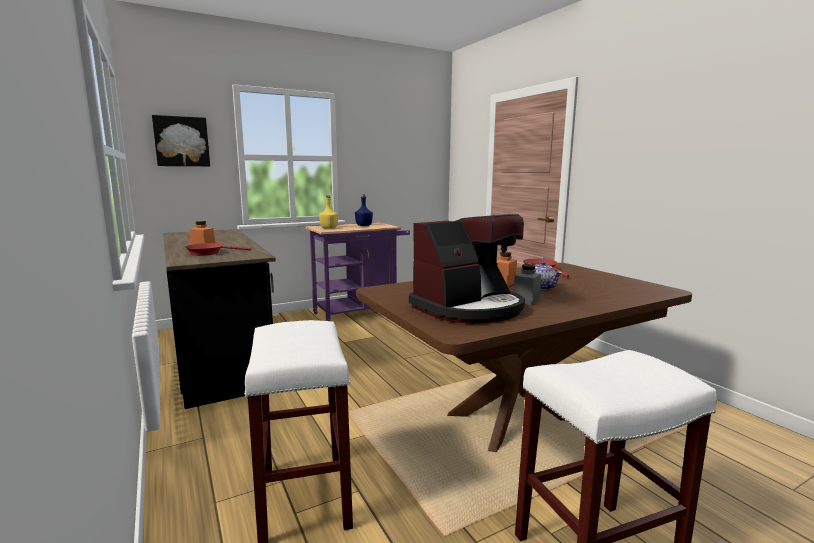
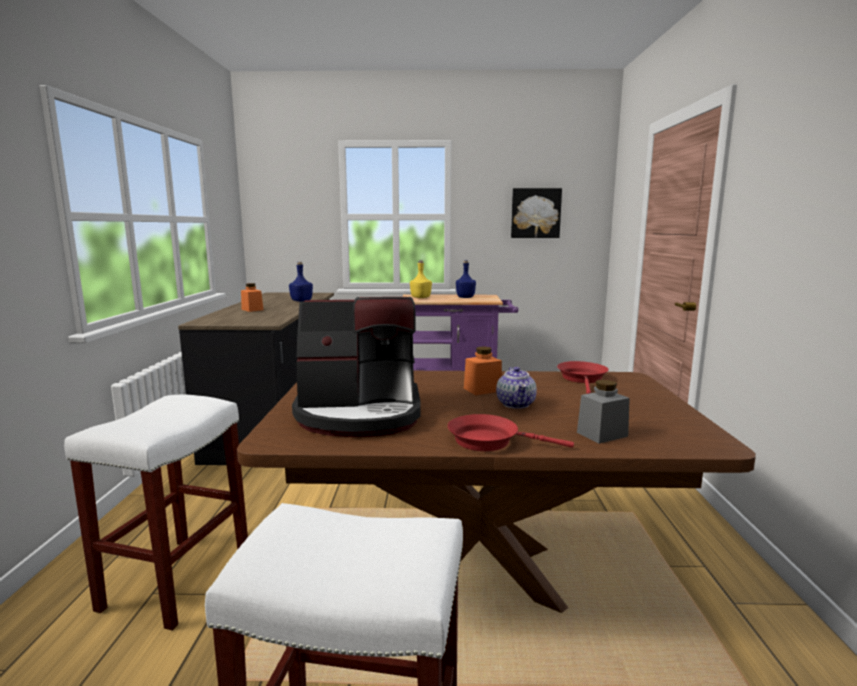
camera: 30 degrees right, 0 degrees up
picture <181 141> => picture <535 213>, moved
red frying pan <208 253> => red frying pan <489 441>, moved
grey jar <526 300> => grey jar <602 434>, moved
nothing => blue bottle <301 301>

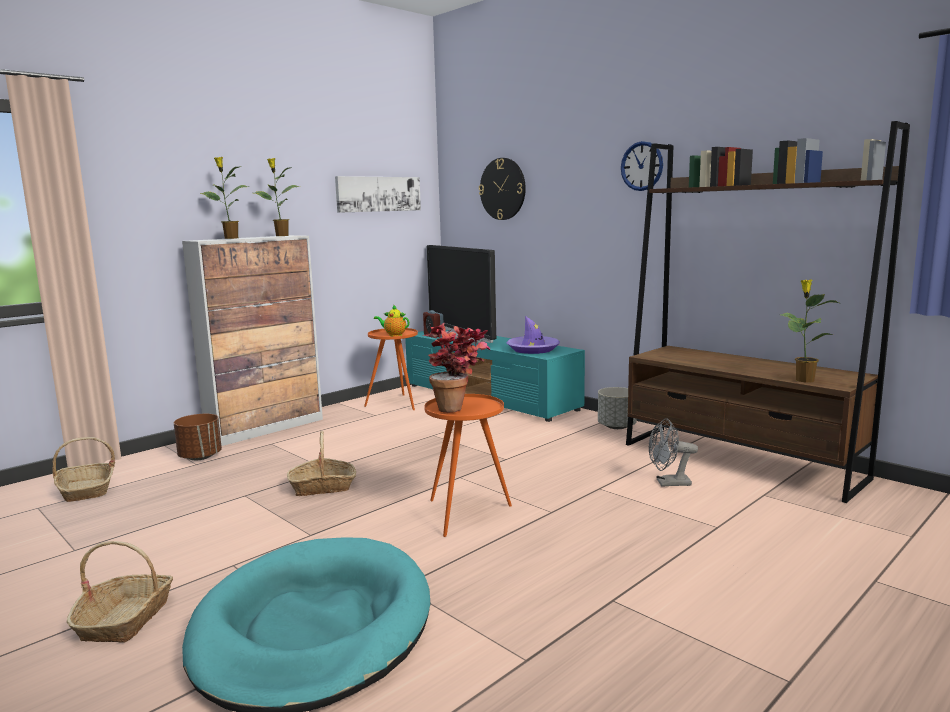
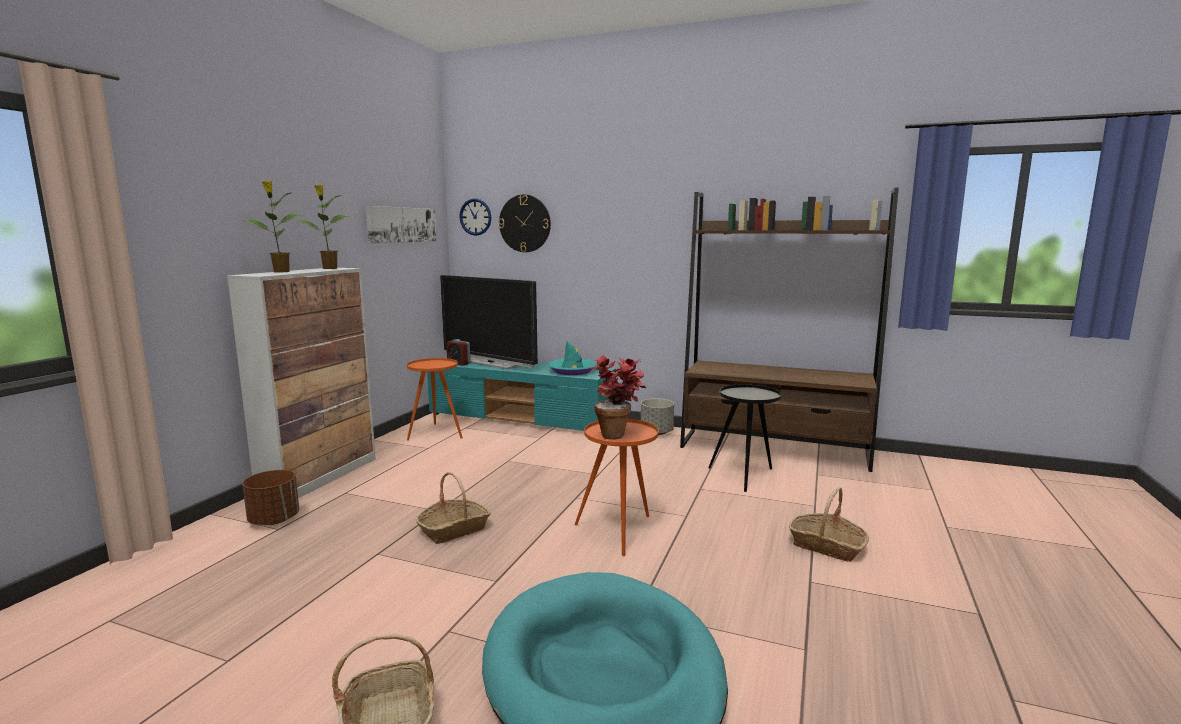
camera: 25 degrees left, 0 degrees up
wall clock <642 166> => wall clock <475 217>, moved
potted plant <803 380> => nothing
teapot <394 335> => nothing
purple hat <533 349> => turquoise hat <572 371>
grey fan <668 483> => black side table <745 476>
basket <86 490> => basket <827 546>, moved

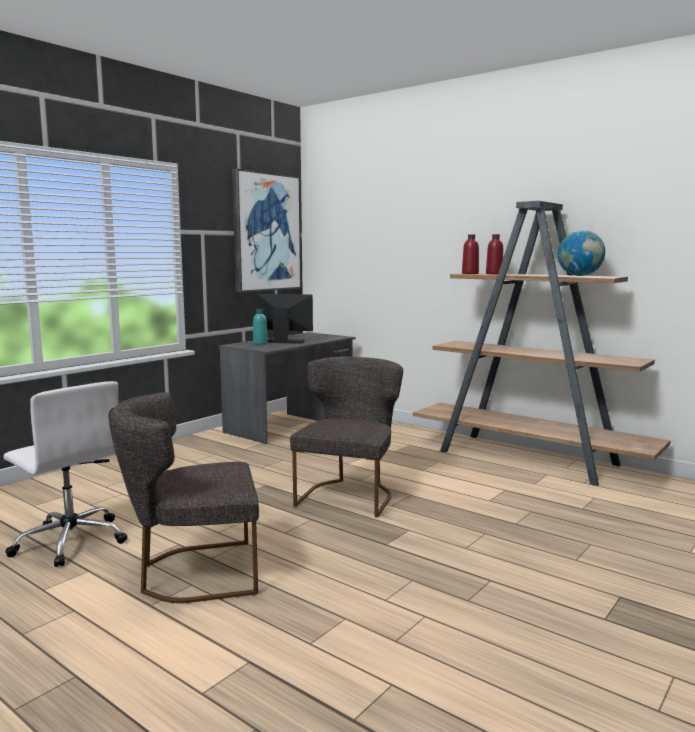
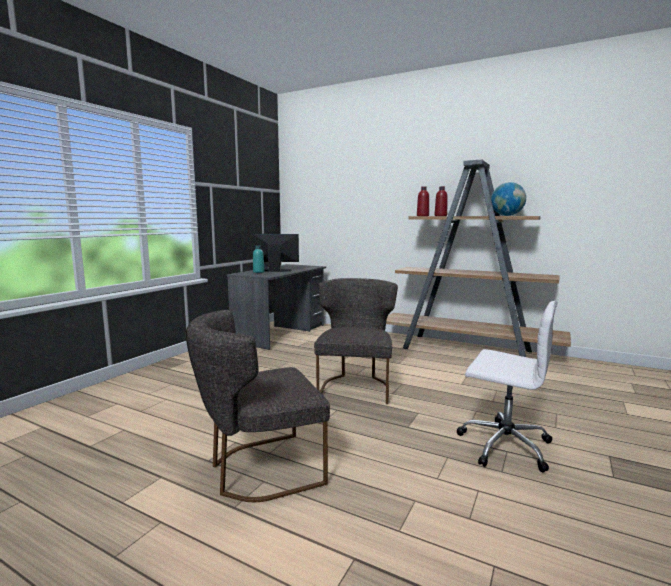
camera: 10 degrees left, 0 degrees up
picture <266 232> => nothing
white office chair <70 541> => white office chair <503 445>, moved

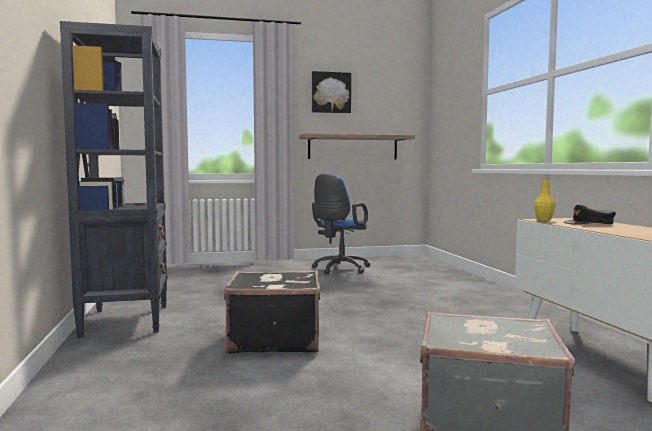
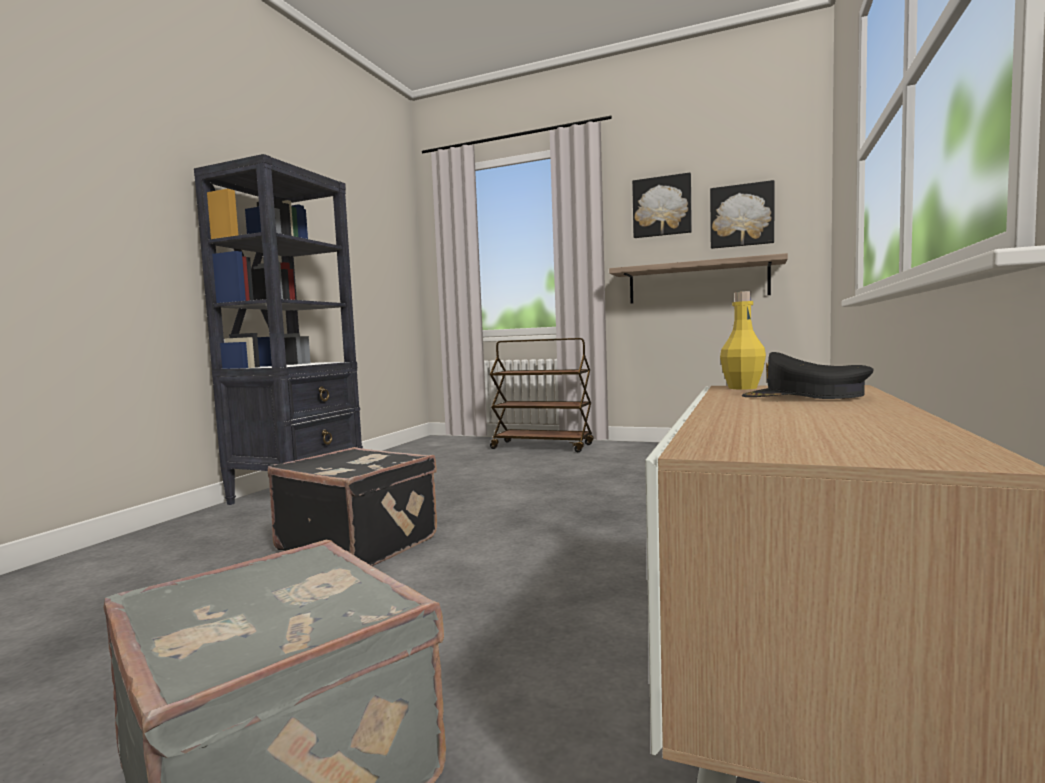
camera: 35 degrees right, 0 degrees up
blue office chair <339 269> => nothing
nothing => picture <741 216>
nothing => brown cart <543 446>

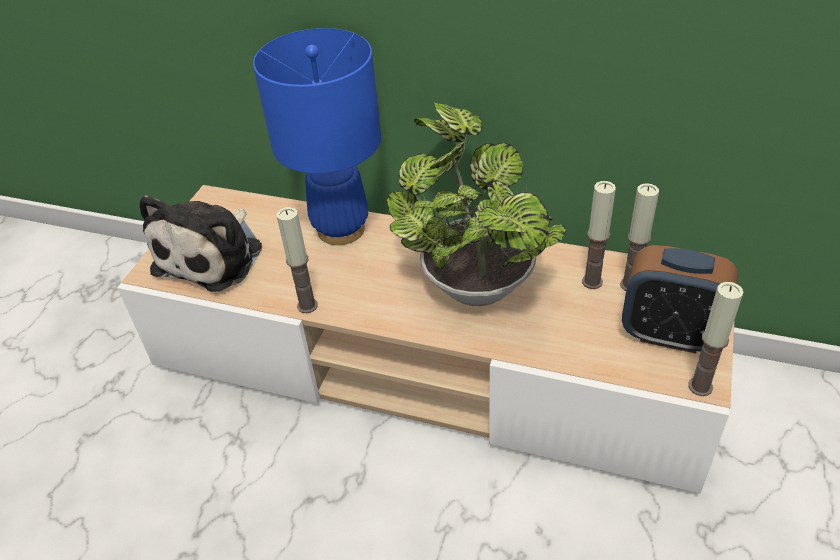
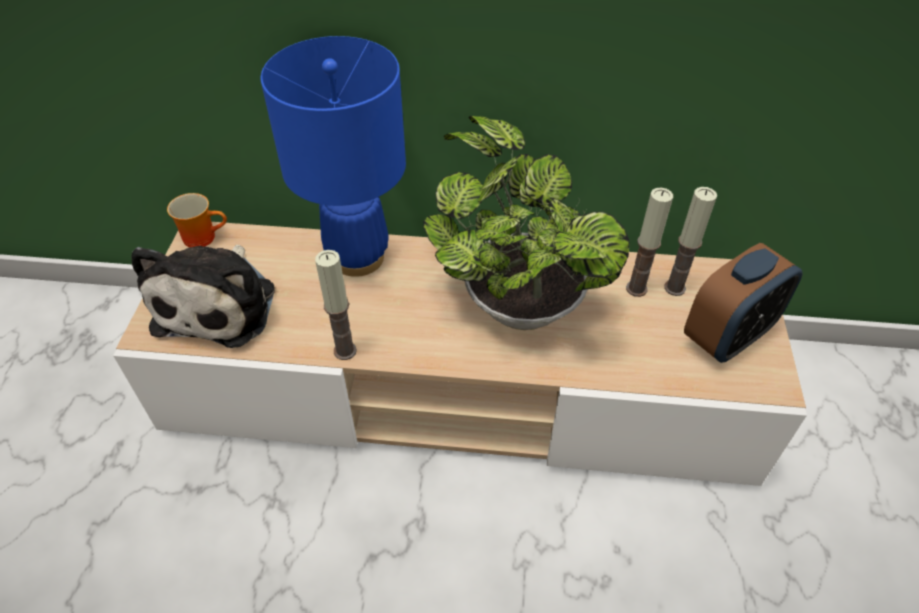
camera: 15 degrees left, 5 degrees up
alarm clock <669 334> => alarm clock <727 337>, 45 degrees counterclockwise
candle <700 386> => nothing
nothing => mug <204 236>

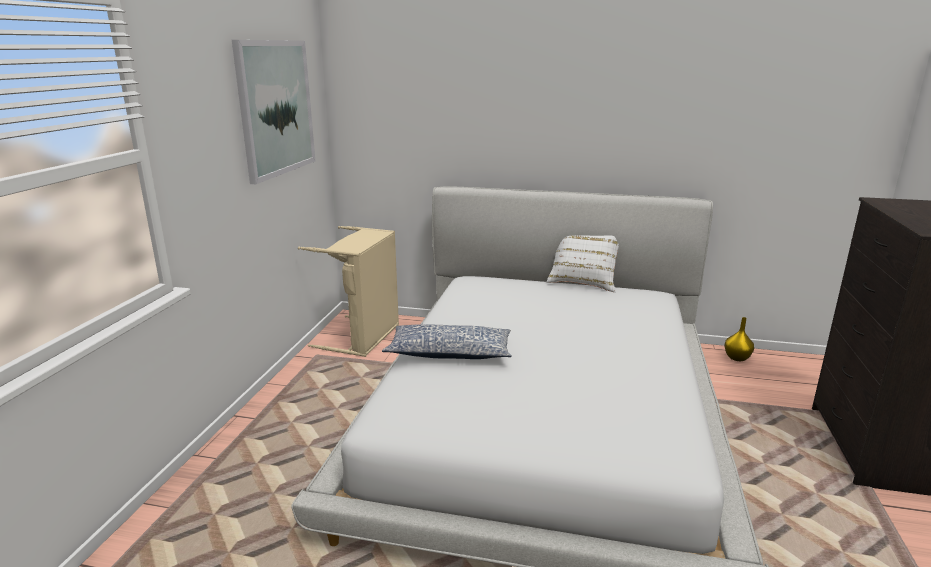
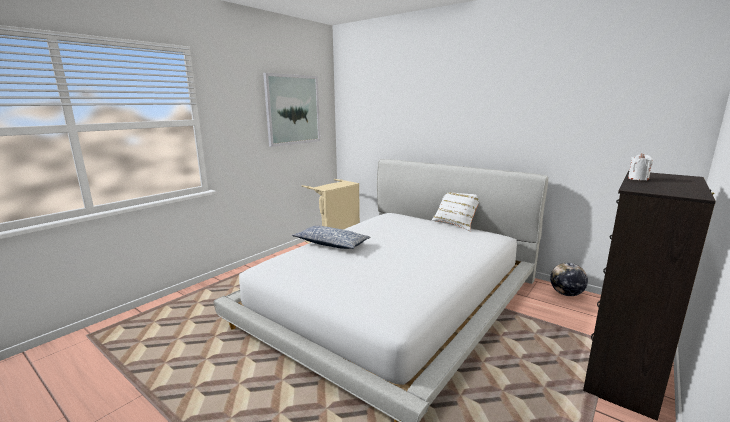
camera: 25 degrees right, 5 degrees down
yellow vase <736 358> => globe <566 294>
nothing => white candle <638 179>

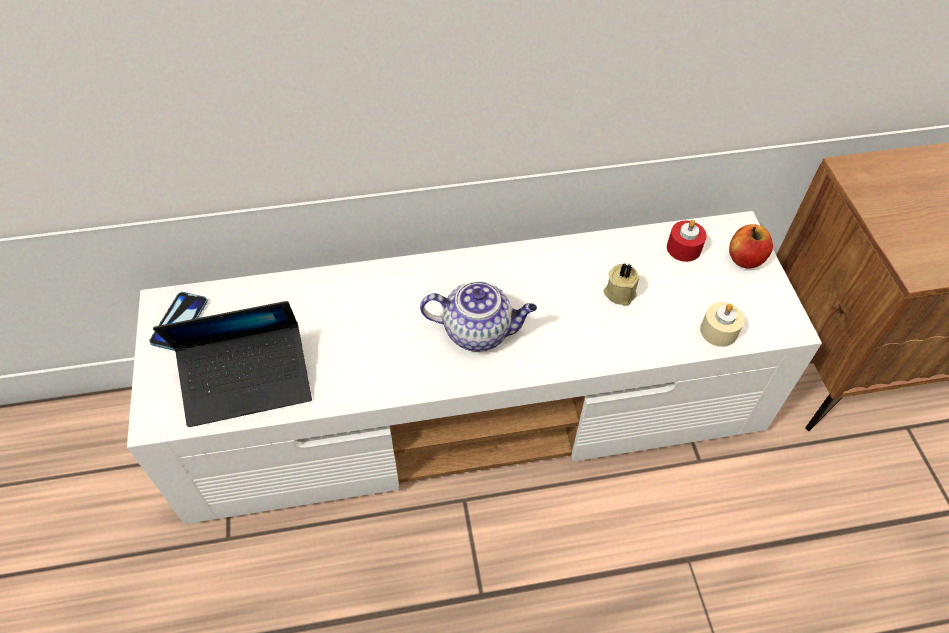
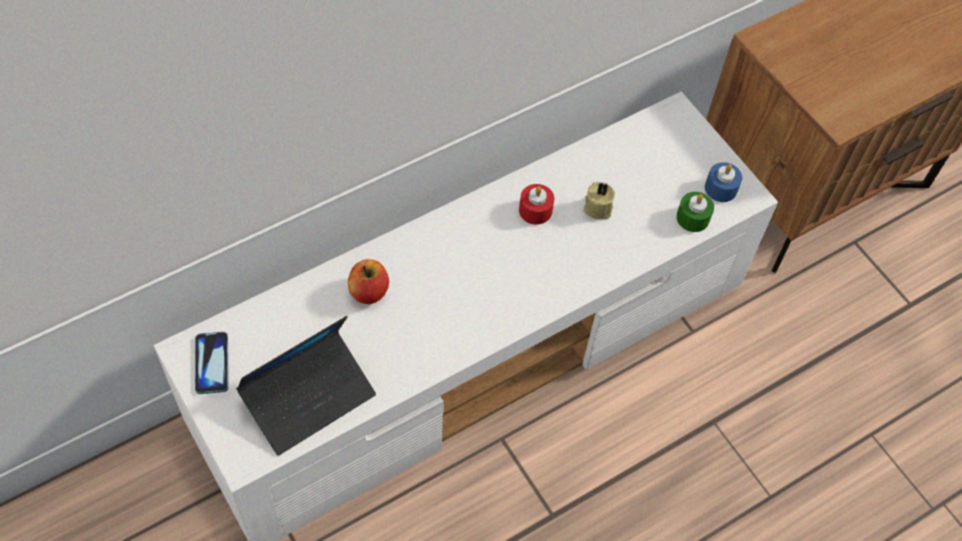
camera: 25 degrees left, 5 degrees up
red candle <683 248> => red candle <535 210>, moved
apple <745 259> => apple <369 291>, moved
teapot <479 331> => nothing
beige candle <718 331> => green candle <693 218>
nothing => blue candle <721 188>

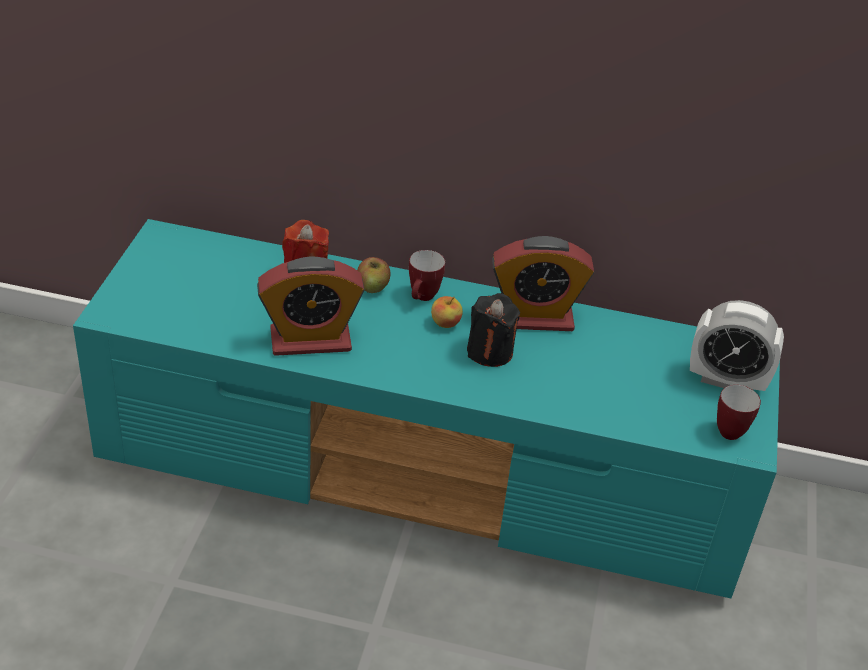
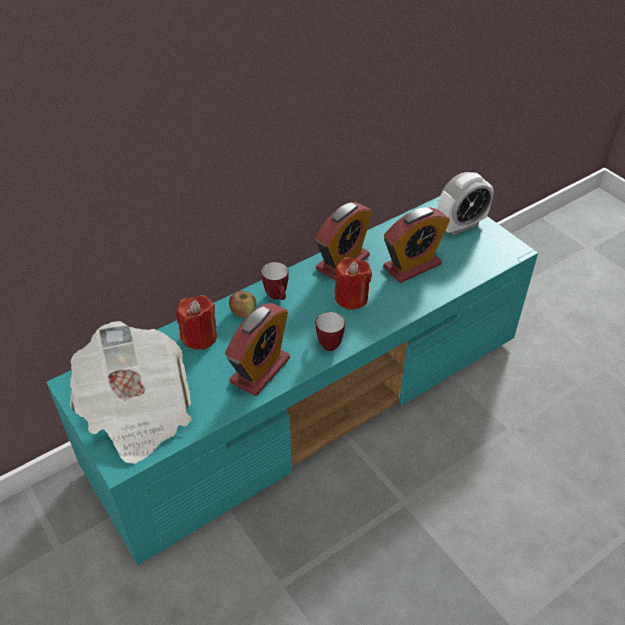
camera: 45 degrees left, 5 degrees up
black candle <490 351> => red candle <351 298>
apple <445 323> => nothing
mug <729 429> => mug <326 343>, moved
nothing => alarm clock <412 266>
nothing => newspaper <137 411>

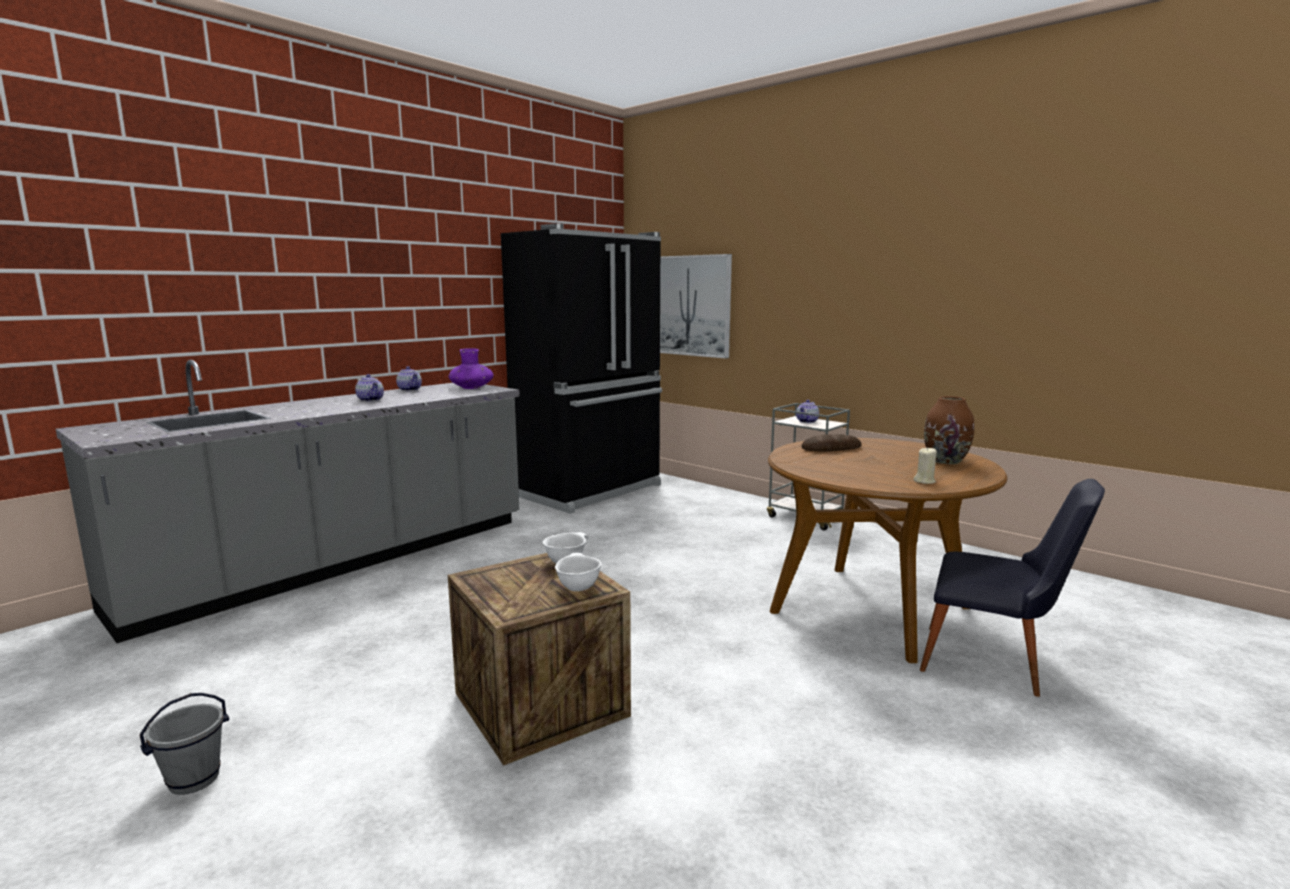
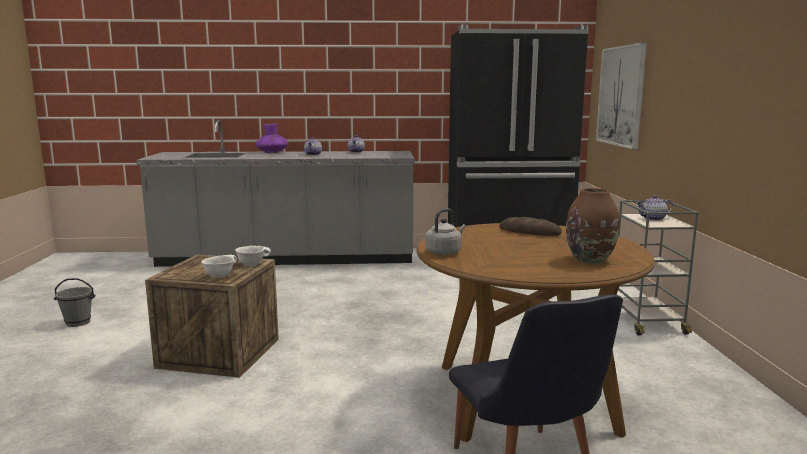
camera: 45 degrees right, 0 degrees up
purple vase <471 388> => purple vase <272 152>, moved
beige candle <924 481> => nothing
nothing => grey kettle <444 252>

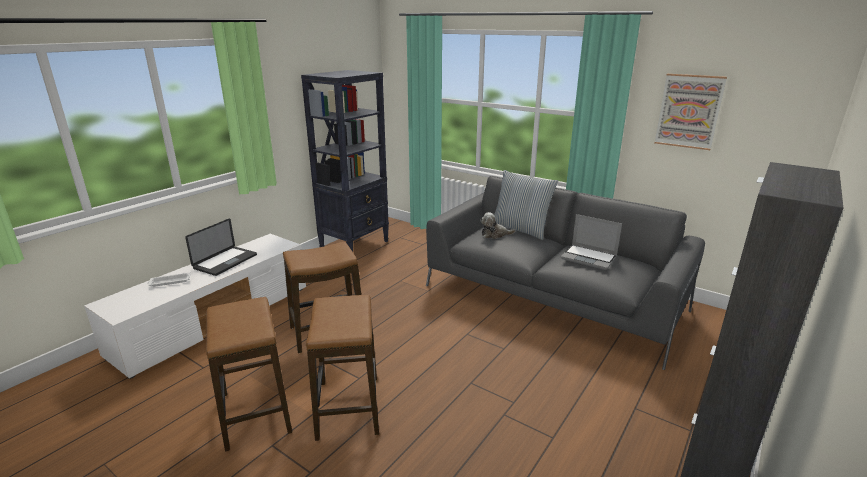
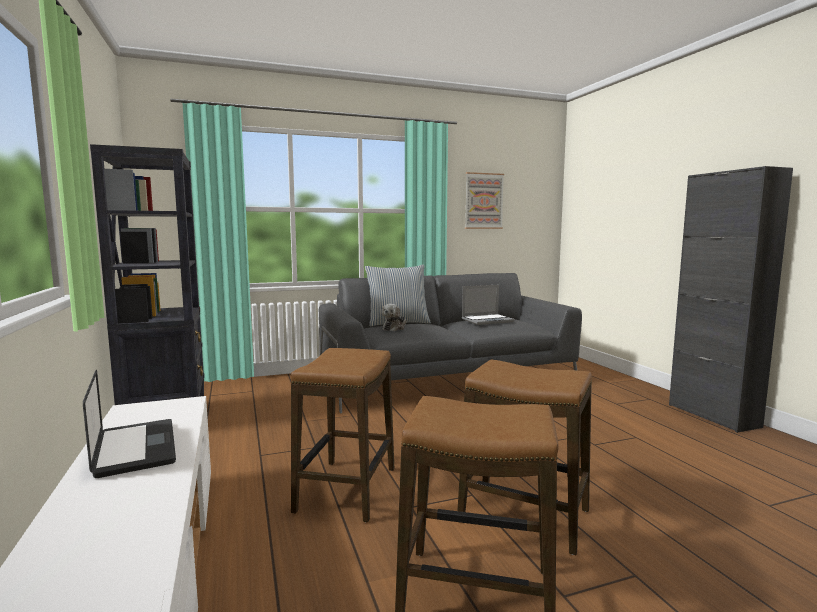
camera: 55 degrees left, 15 degrees down
white tray <169 282> => nothing

